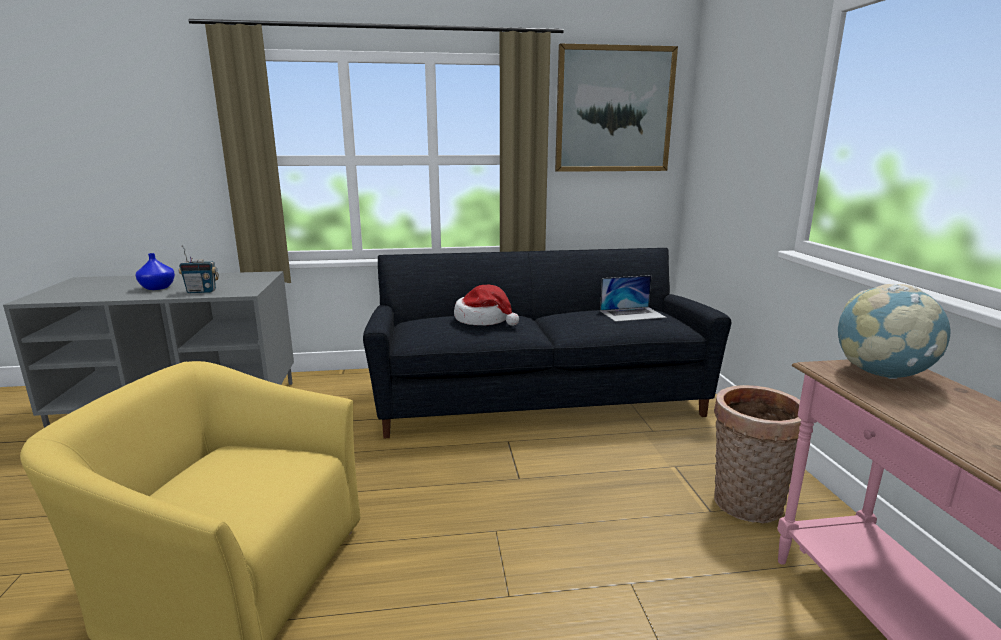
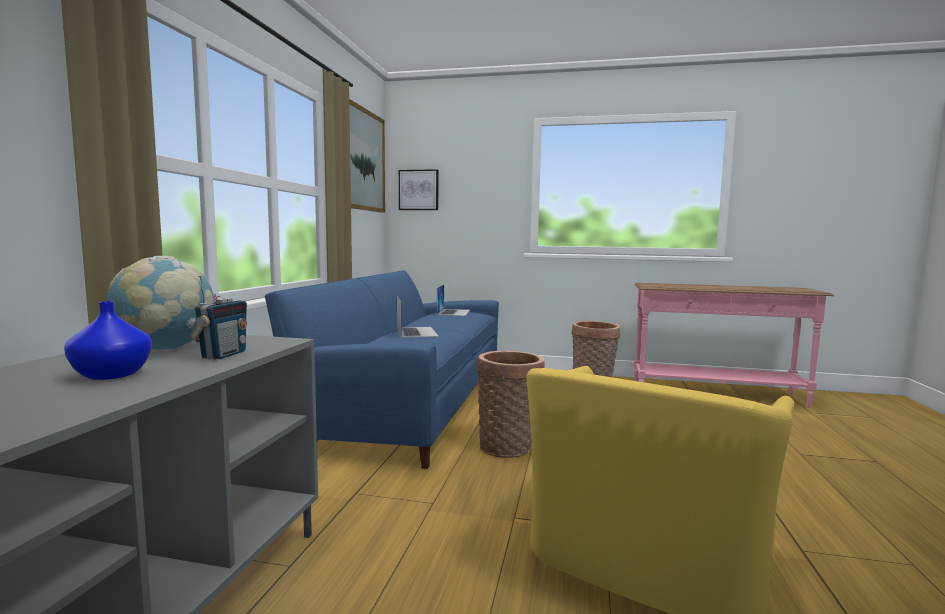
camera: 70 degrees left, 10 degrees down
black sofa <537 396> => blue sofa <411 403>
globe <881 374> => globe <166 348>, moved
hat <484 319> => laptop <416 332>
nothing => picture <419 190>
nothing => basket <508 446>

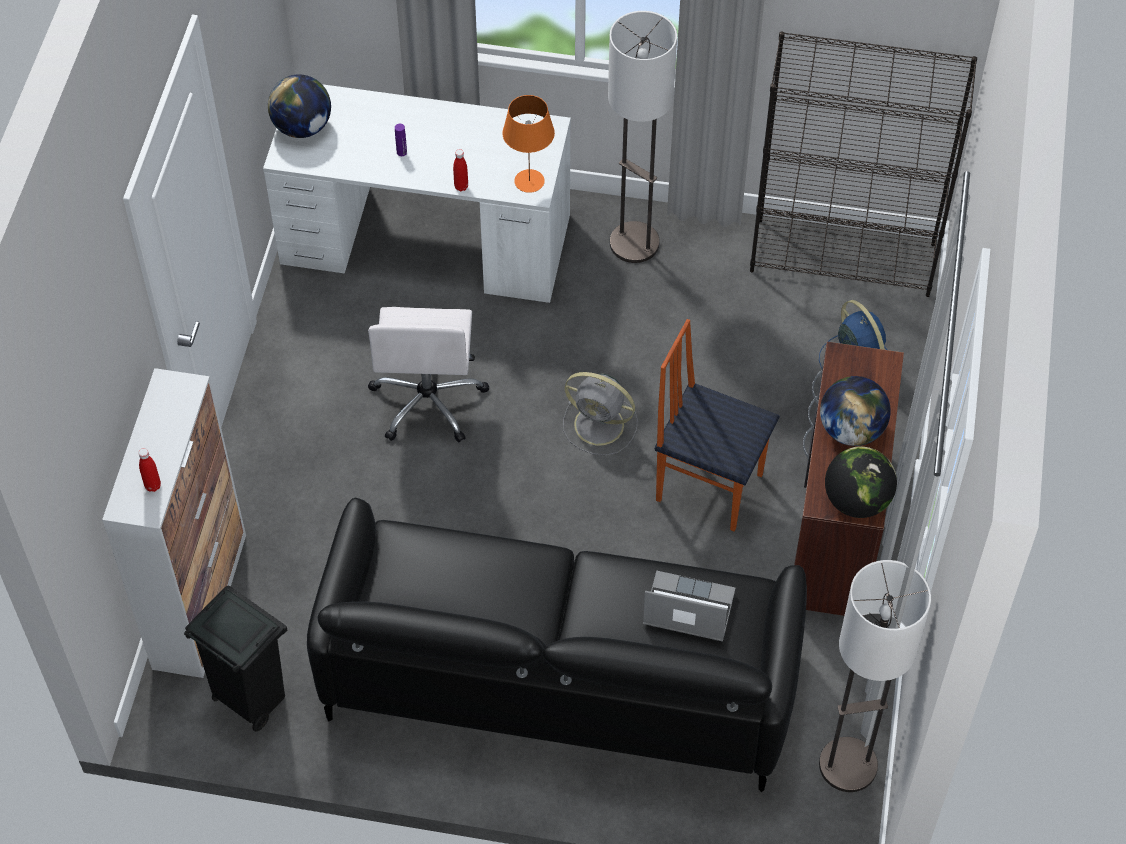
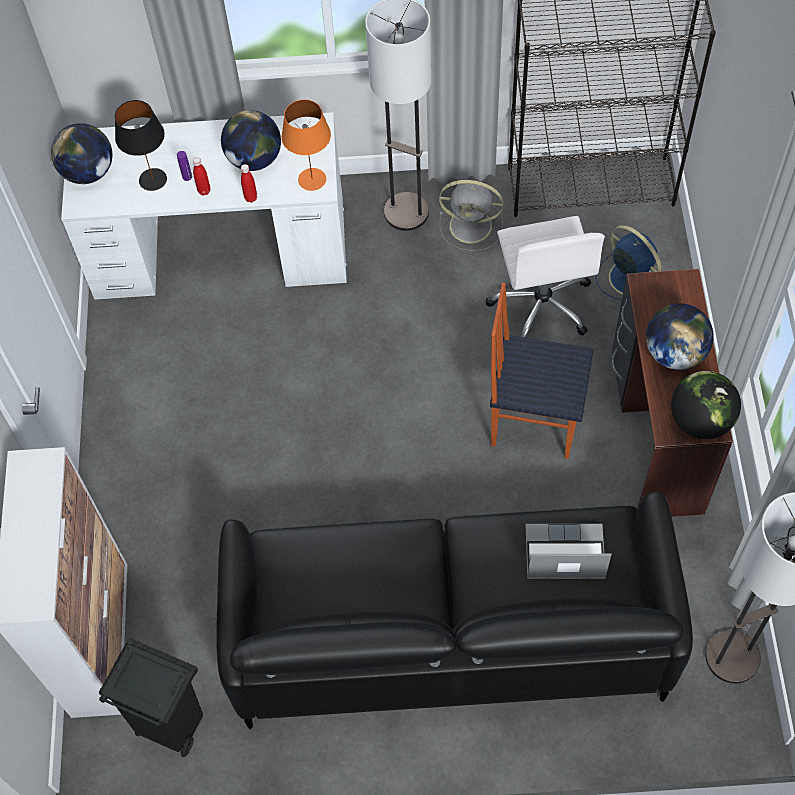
camera: 10 degrees left, 5 degrees up
white office chair <428 400> => white office chair <541 304>, moved
grey fan <601 425> => grey fan <472 226>, moved
red bottle <153 486> => red bottle <204 191>, moved
nothing => black table lamp <153 180>
nothing => globe <254 159>

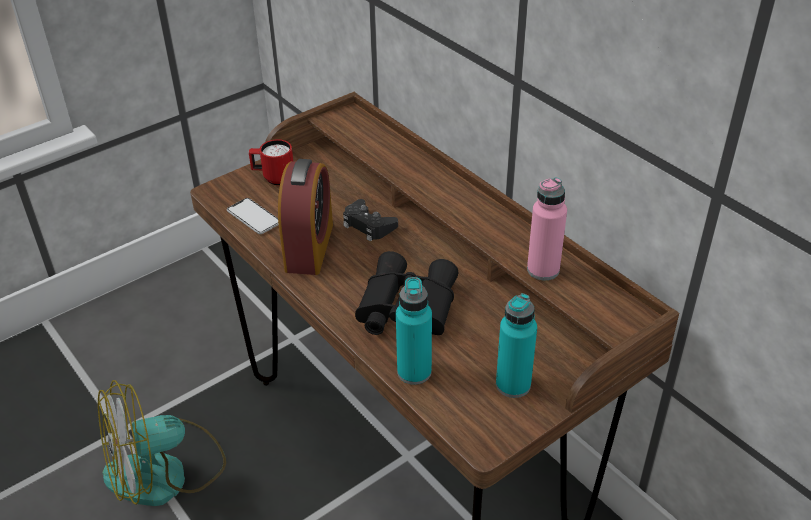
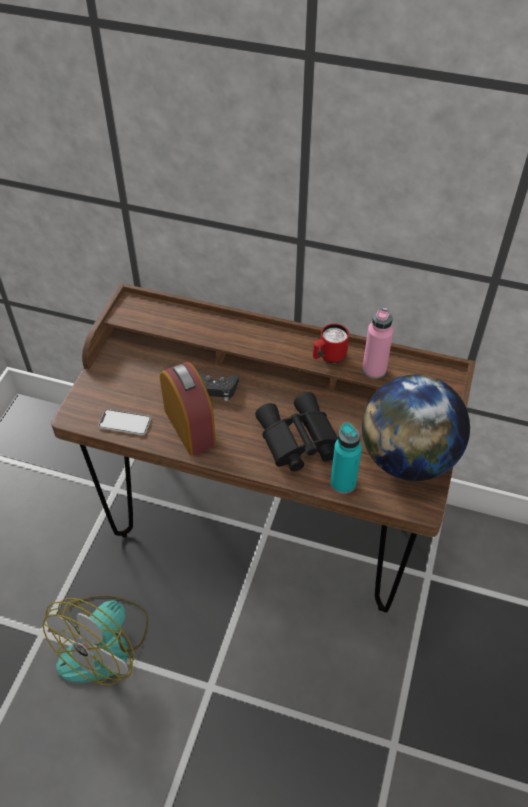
camera: 35 degrees left, 10 degrees up
red mug <273 178> => red mug <328 357>, moved
turquoise bottle <513 385> => globe <407 458>

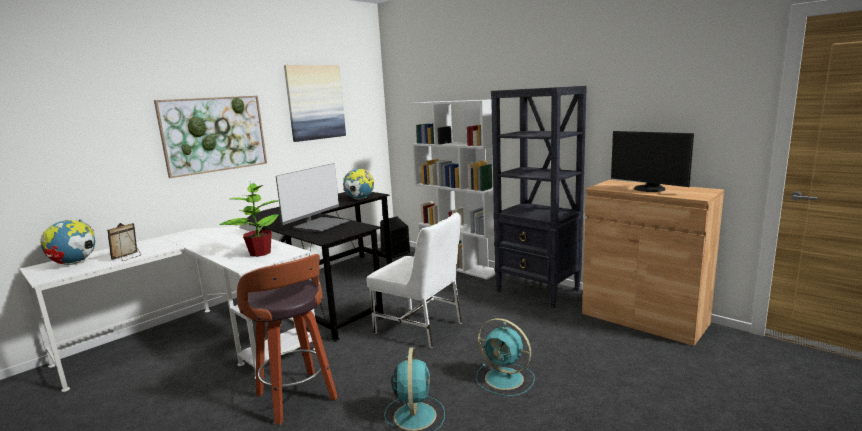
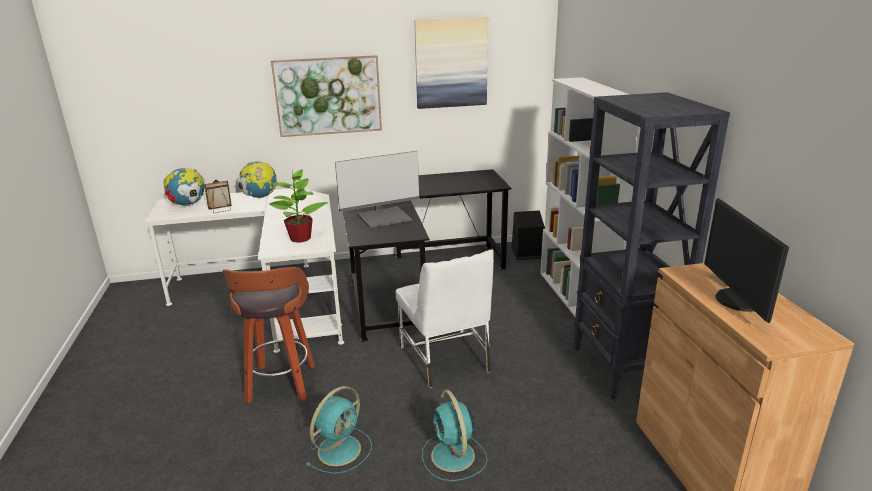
camera: 35 degrees right, 10 degrees up
globe <359 199> => globe <260 197>, moved

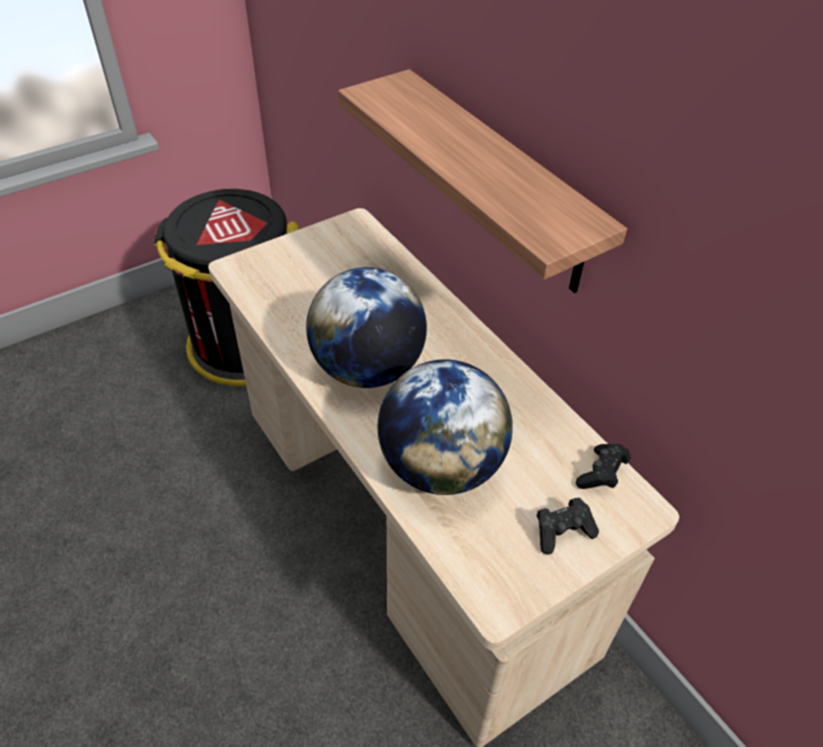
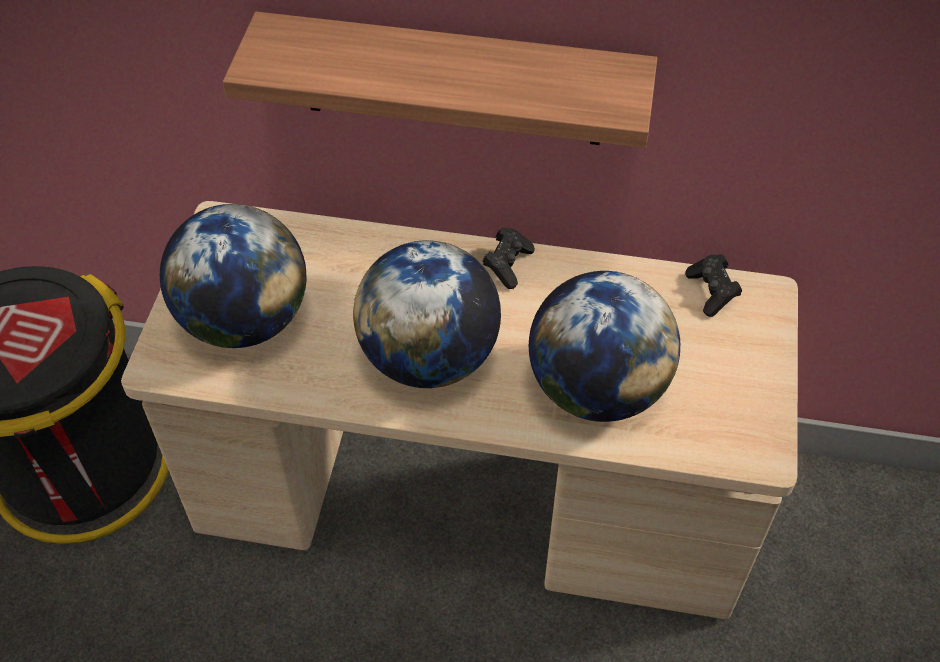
camera: 45 degrees left, 5 degrees up
black game controller <562 532> => black game controller <507 265>, moved
nothing => globe <245 320>

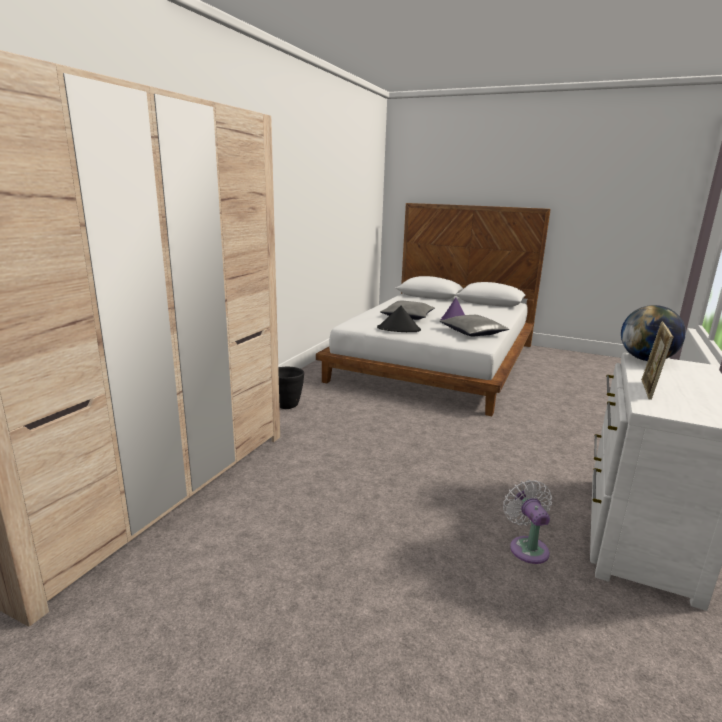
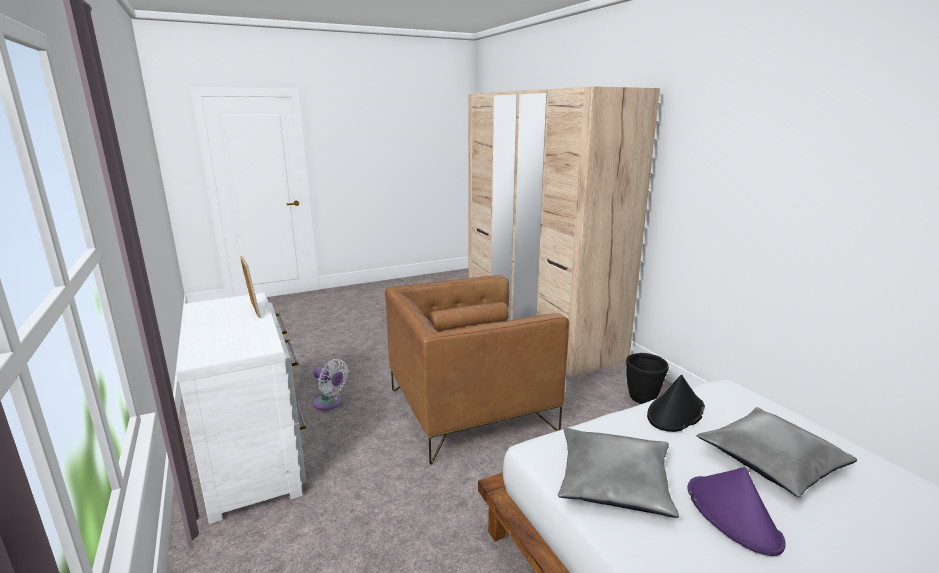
camera: 130 degrees right, 0 degrees up
globe <646 359> => nothing
nothing => brown armchair <470 410>

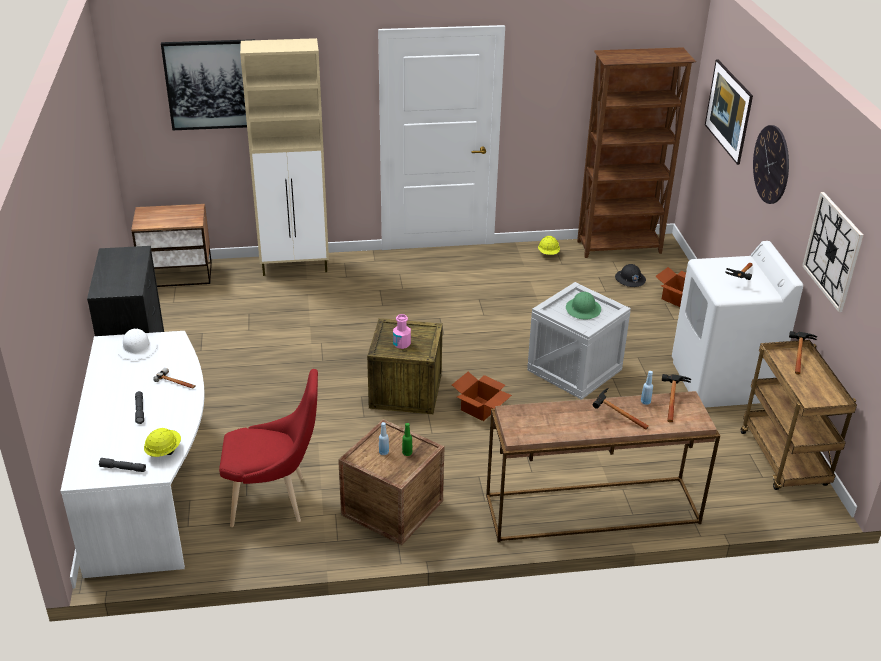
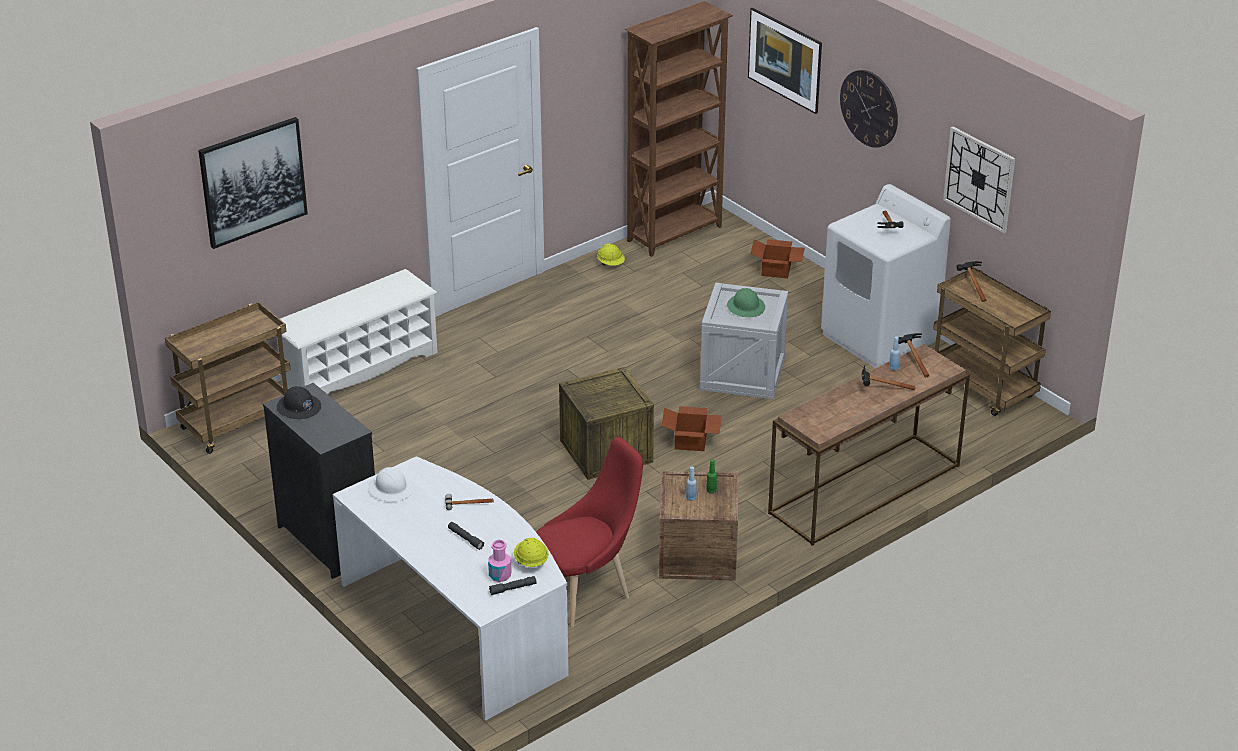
camera: 30 degrees left, 0 degrees up
beige cabinet <296 267> => white shoe rack <359 368>
nightstand <178 275> => brown cart <237 422>
black hard hat <630 279> => black hard hat <298 408>, moved
pink bottle <402 344> => pink bottle <500 575>, moved

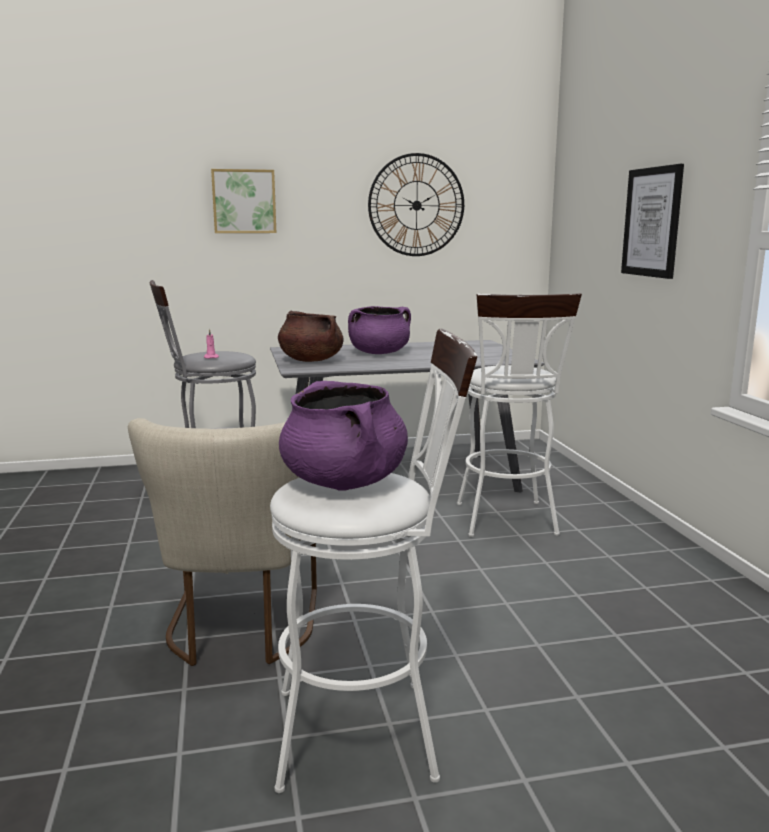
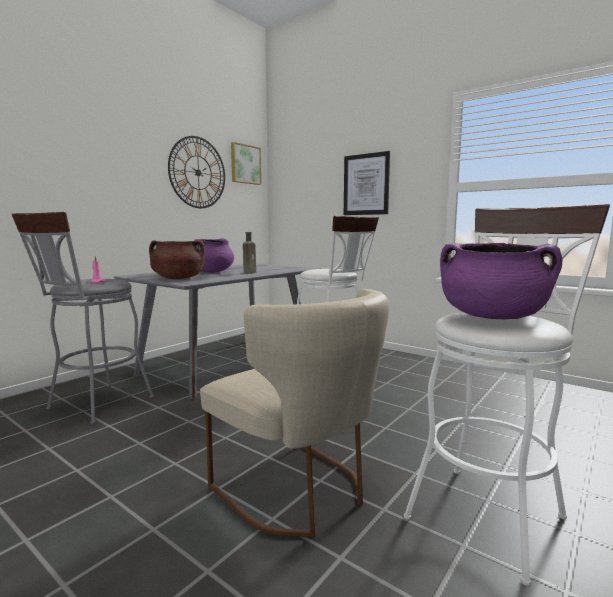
camera: 40 degrees left, 5 degrees down
picture <244 201> => picture <245 164>, moved
nothing => brown bottle <250 272>

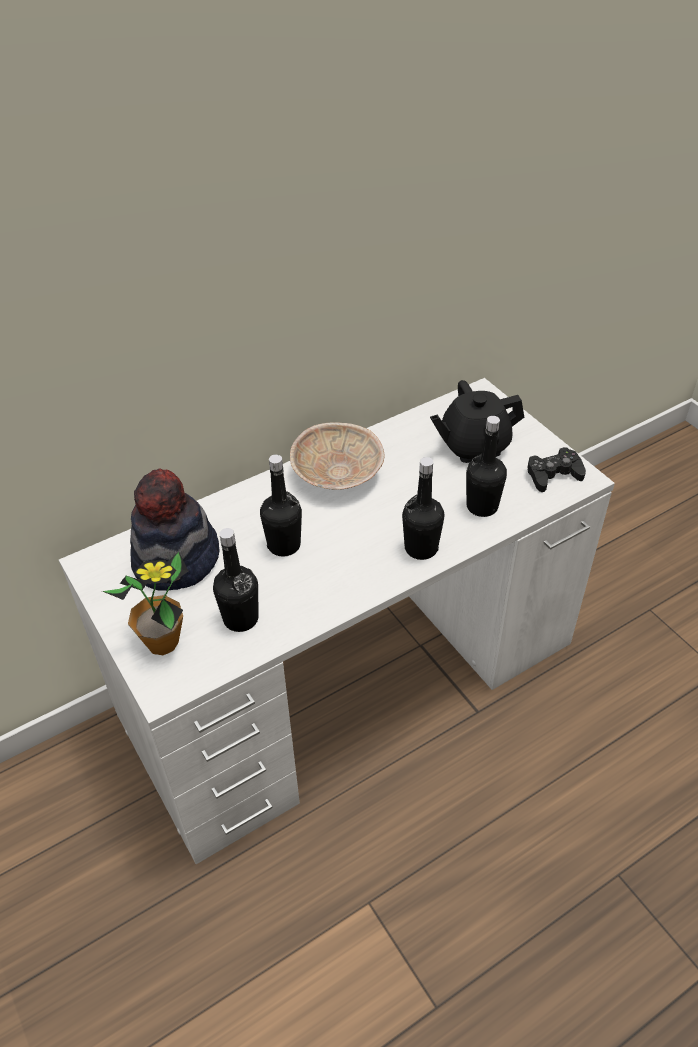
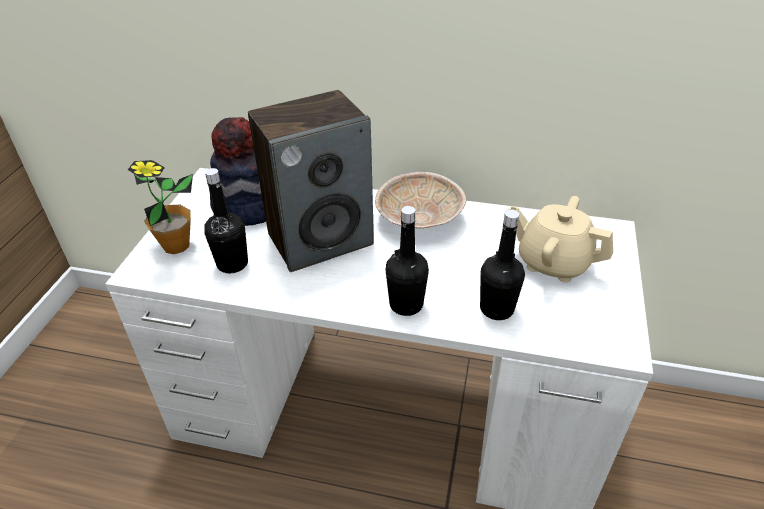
camera: 45 degrees right, 5 degrees down
black teapot <473 446> => beige teapot <552 262>
black game controller <553 475> => nothing
black bottle <284 545> => speaker <320 239>

